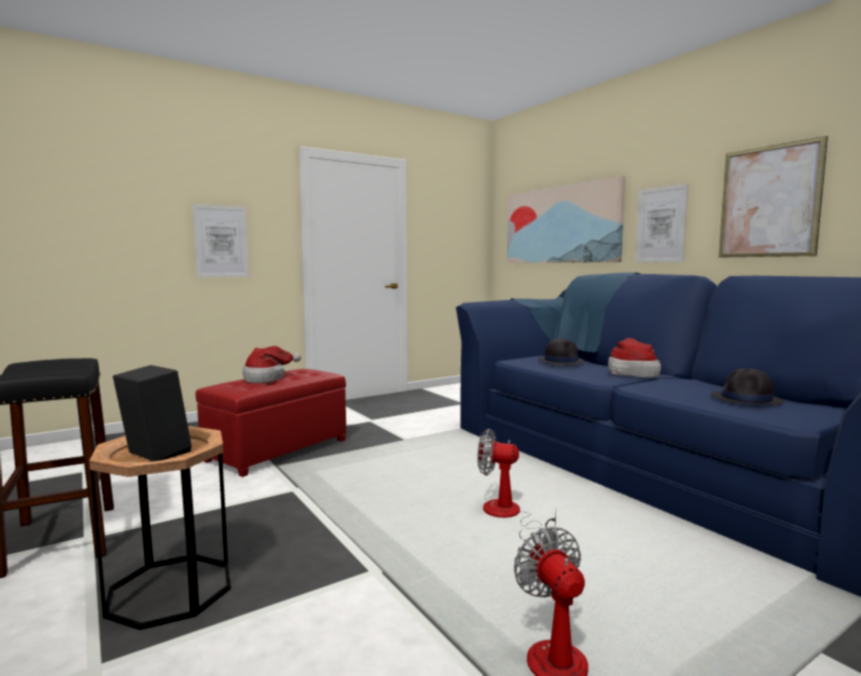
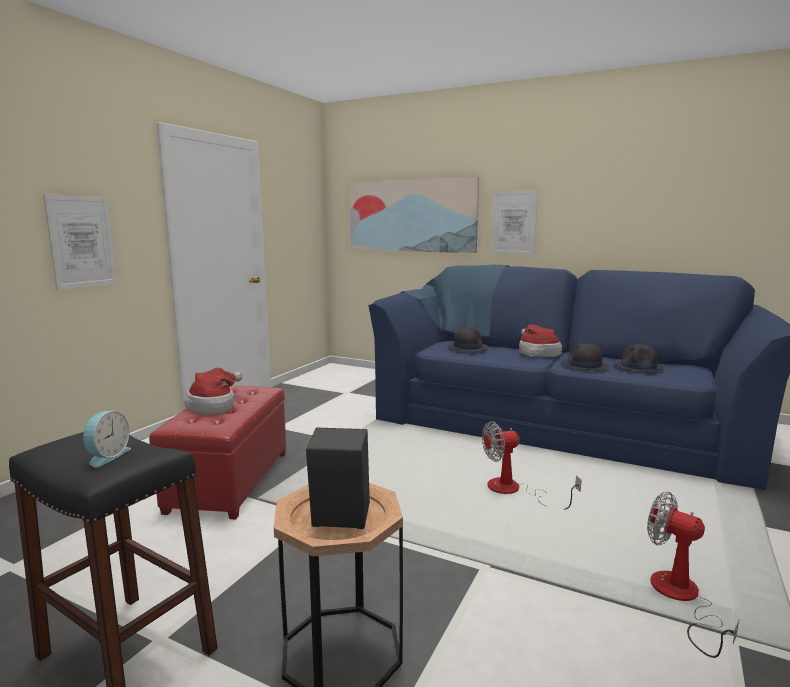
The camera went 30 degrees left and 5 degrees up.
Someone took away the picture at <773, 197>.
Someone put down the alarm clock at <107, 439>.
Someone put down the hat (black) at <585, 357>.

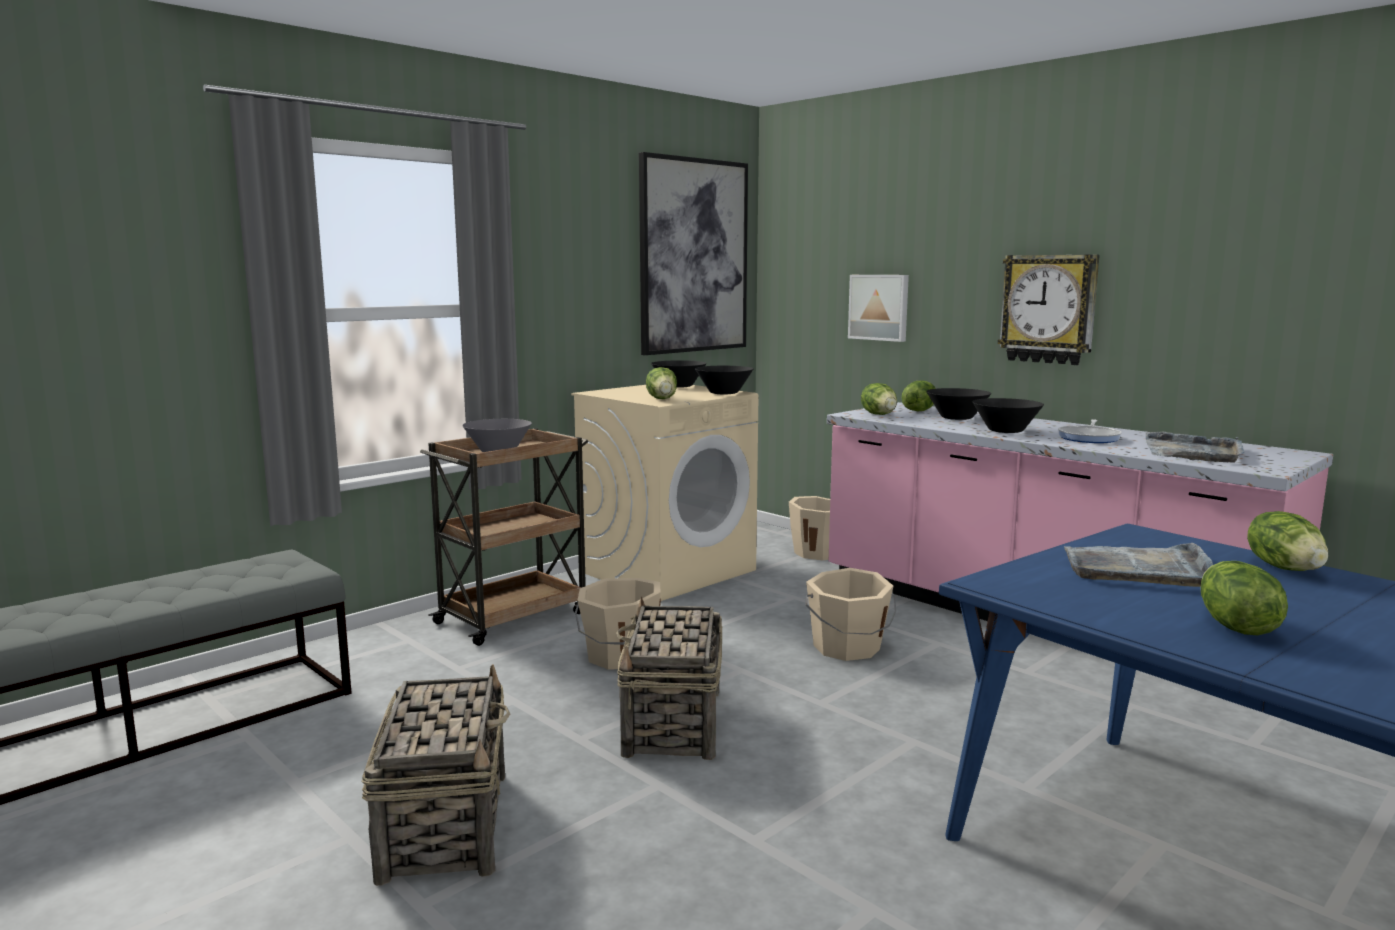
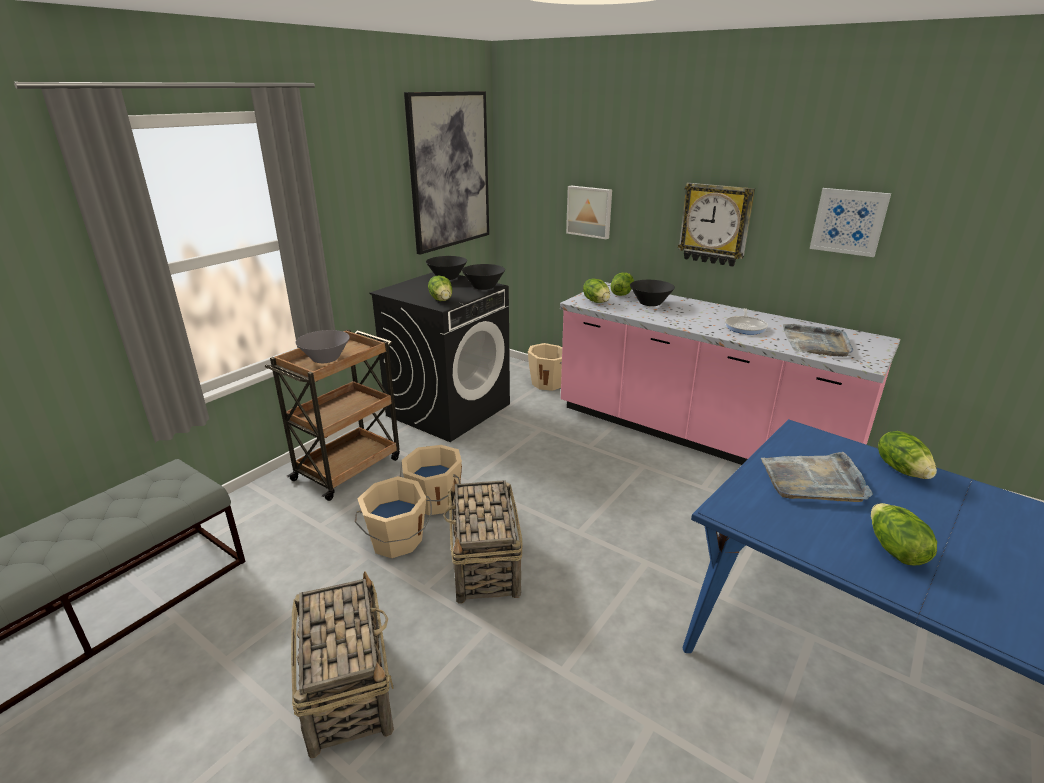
The camera went 10 degrees left and 15 degrees up.
Someone repainted the washing machine (beige) at <665, 493>, which became the washing machine (black) at <439, 357>.
Someone carried the bucket (beige) from <850, 614> to <393, 517>.
Someone took away the bowl (black) at <1008, 415>.
Someone put up the picture at <850, 222>.

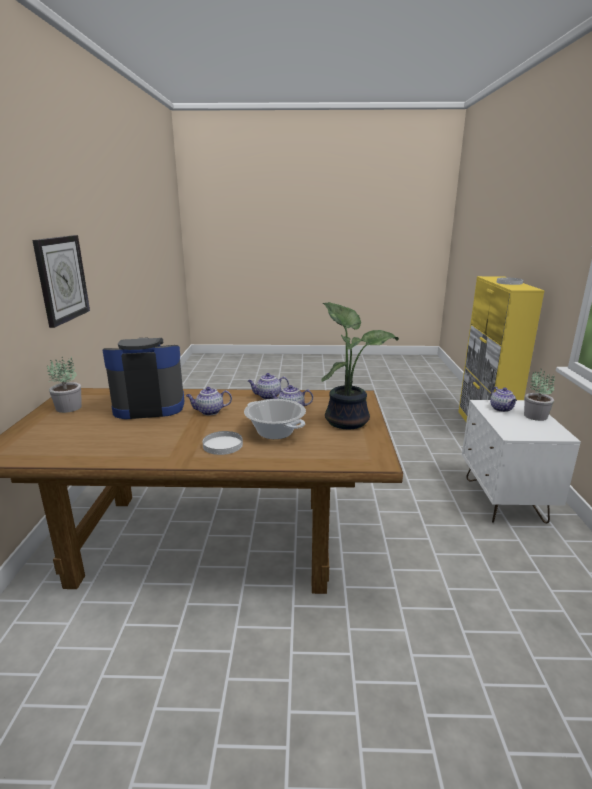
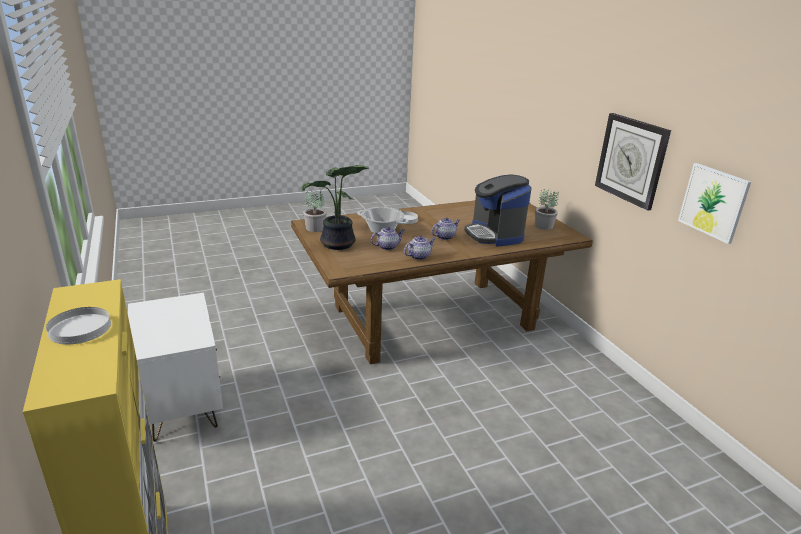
The camera went 155 degrees right and 5 degrees up.
Someone rotated the coffee machine at <143, 378> by 105 degrees clockwise.
Someone took away the teapot at <503, 399>.
Someone carried the potted plant from <539, 395> to <315, 210>.
Someone put up the picture at <714, 203>.

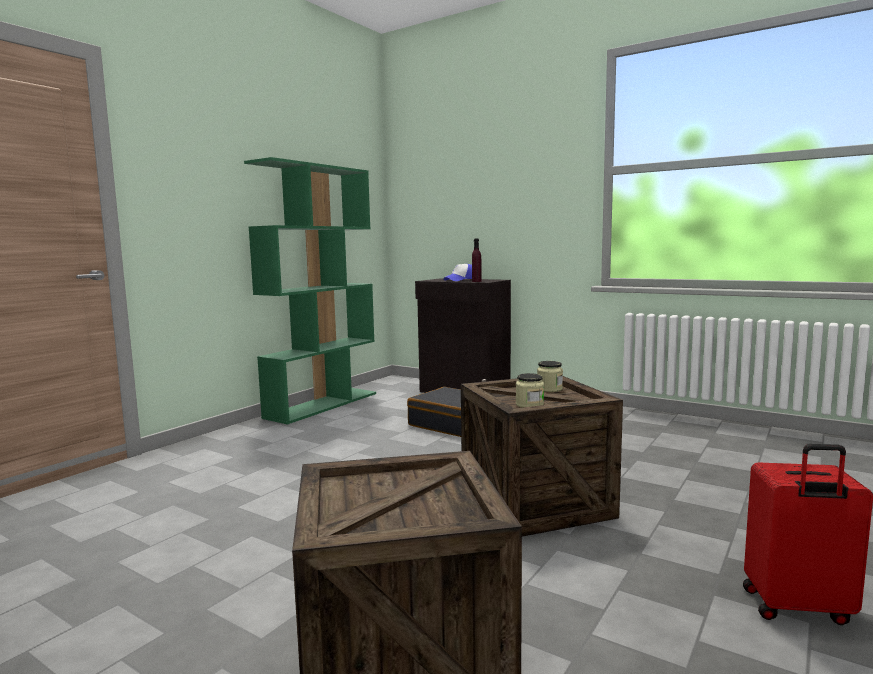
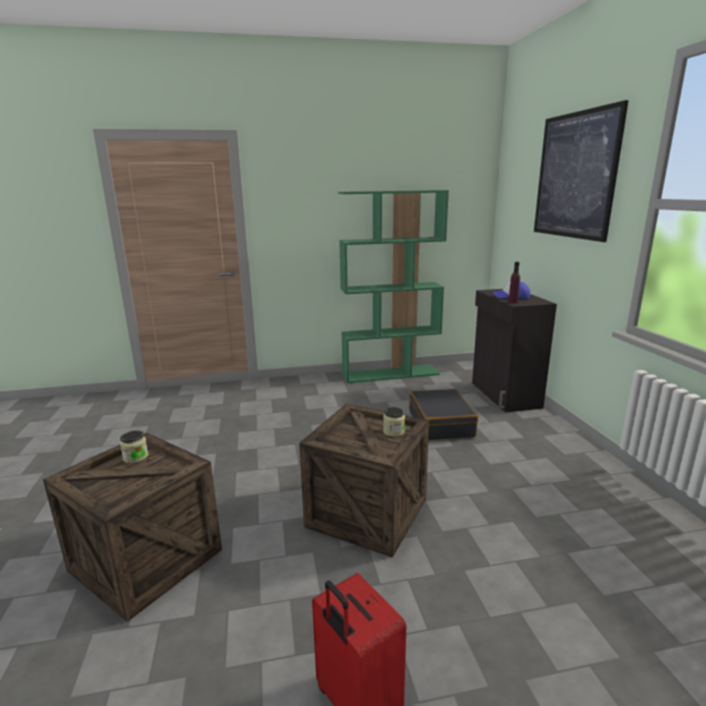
The camera went 45 degrees right and 10 degrees up.
Someone carried the jar from <530, 390> to <134, 446>.
Someone put up the picture at <581, 171>.

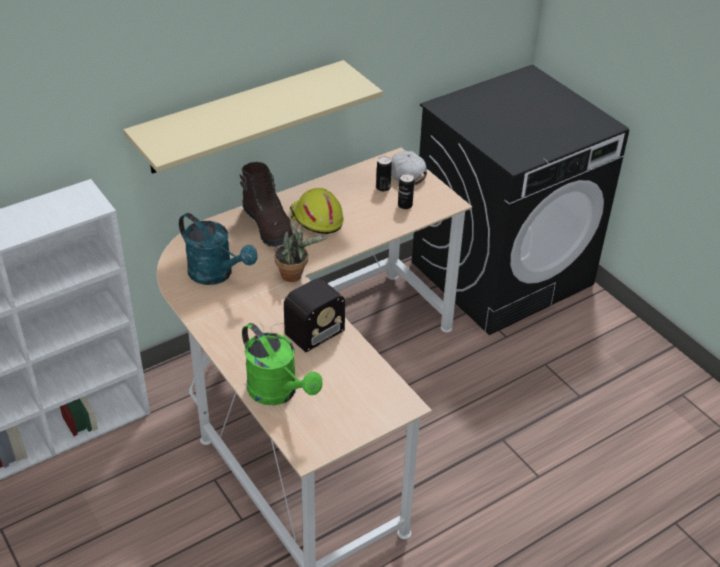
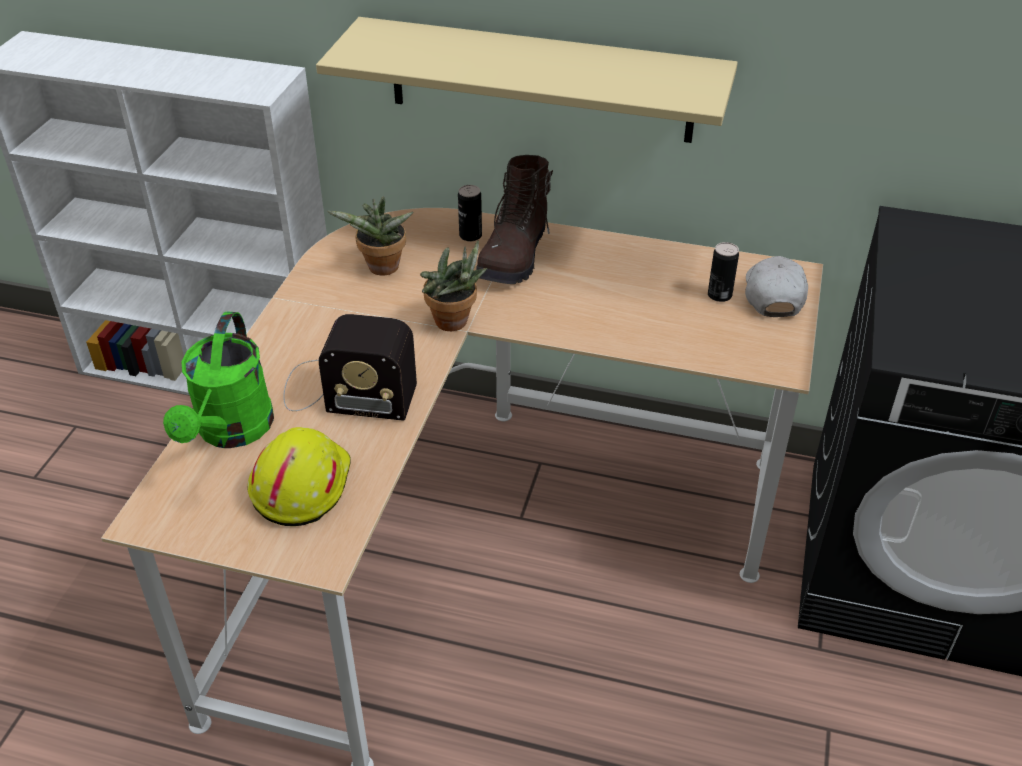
The camera went 50 degrees right and 0 degrees up.
Someone swapped the watering can (turquoise) at <218, 249> for the potted plant at <370, 236>.
Someone carried the hard hat (yellow) from <317, 211> to <299, 476>.
Someone carried the can from <406, 191> to <470, 213>.

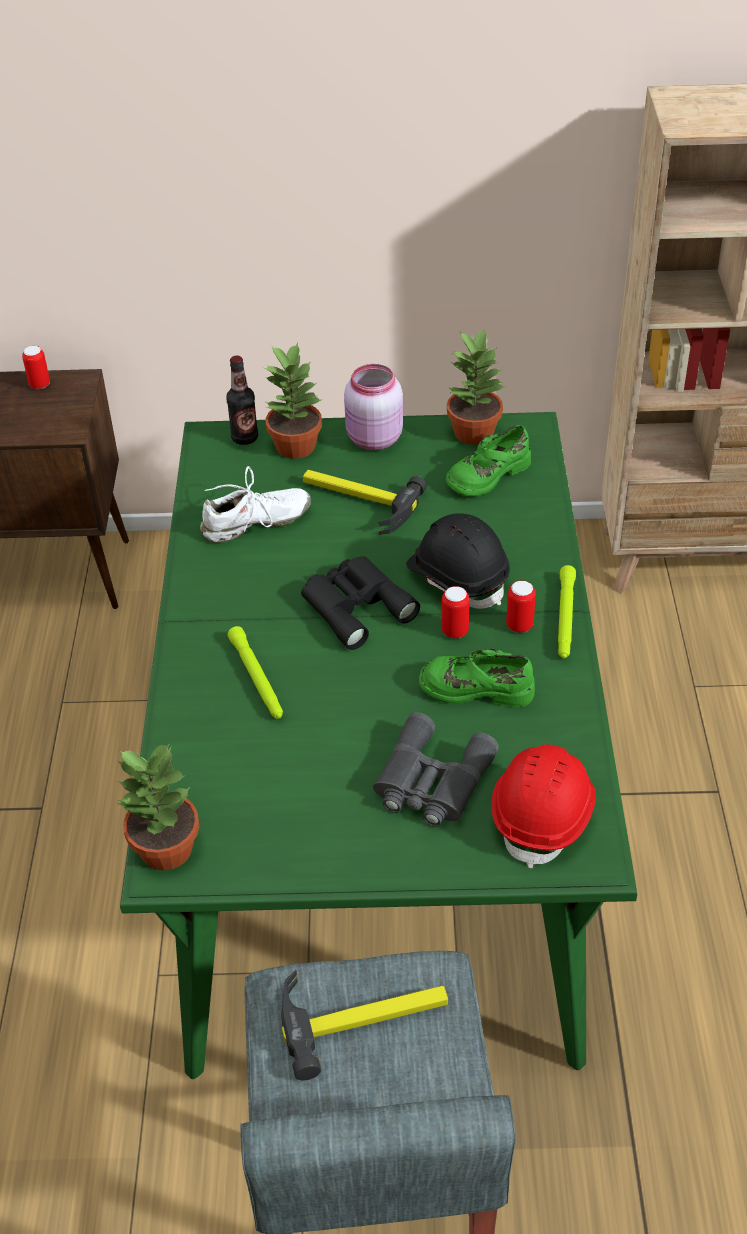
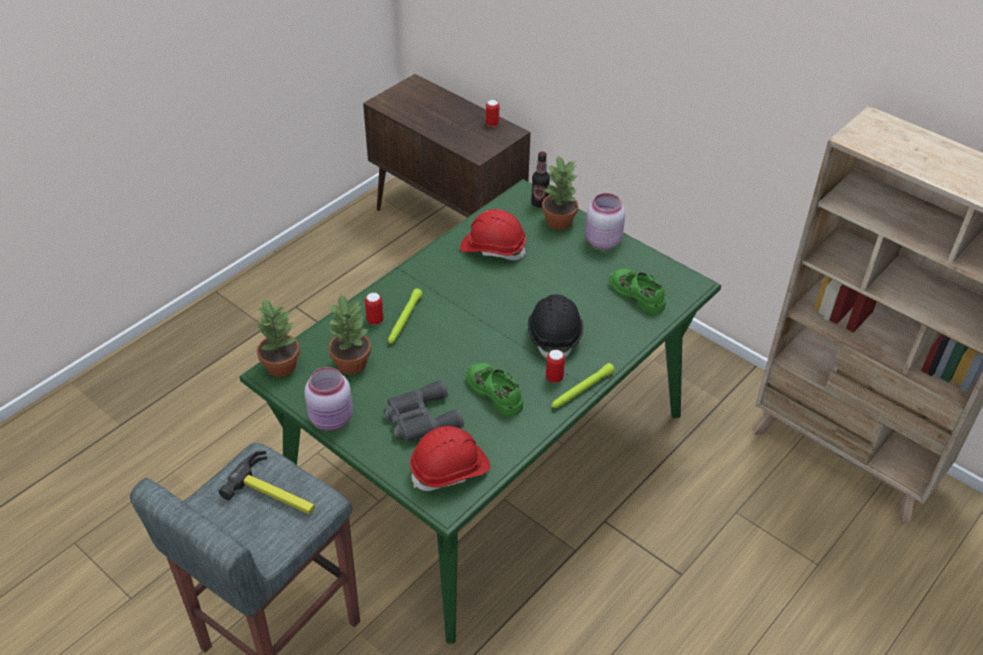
The camera went 40 degrees right and 0 degrees up.
Someone swapped the shoe (white) at <255, 504> for the hard hat (red) at <493, 234>.
Someone took away the binoculars (black) at <360, 603>.
Someone took away the hammer at <365, 502>.
Someone carried the can from <455, 612> to <374, 309>.
Someone rotated the shoe (green) at <488, 461> by 45 degrees clockwise.
Someone carried the potted plant from <476, 387> to <349, 335>.
Someone put down the jar (pink) at <328, 399>.

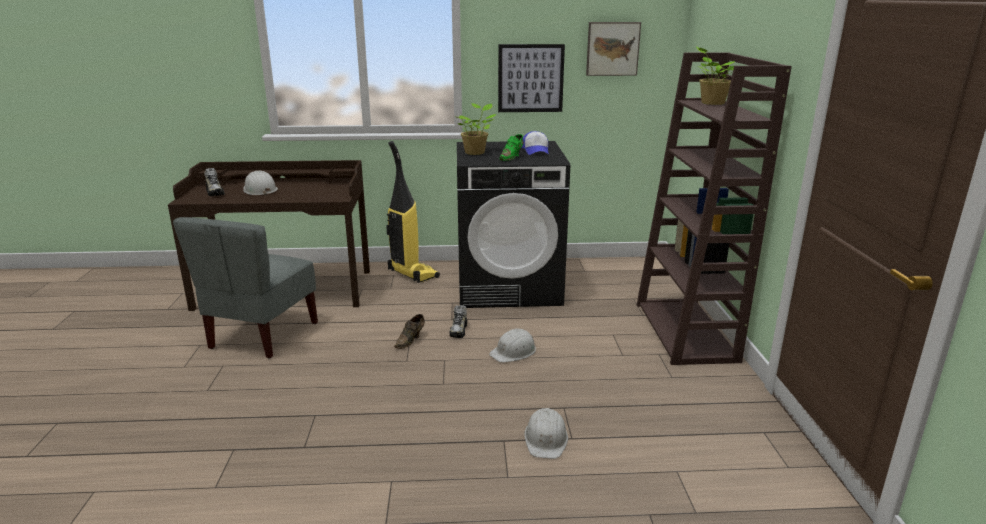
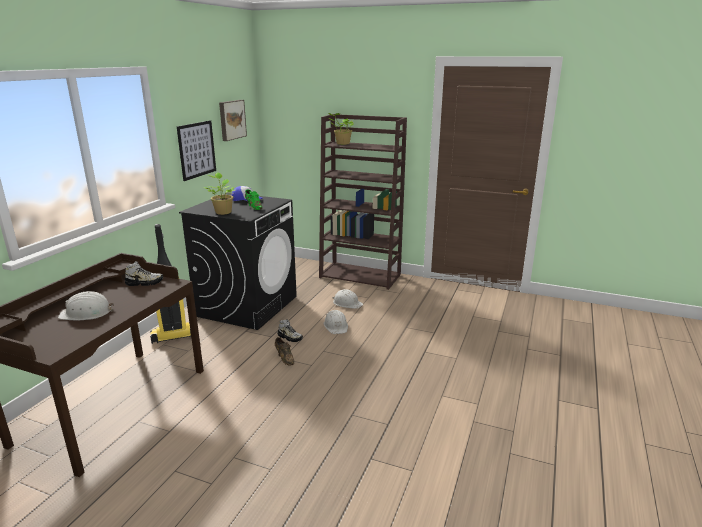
The camera went 65 degrees left and 0 degrees up.
Someone took away the chair (grey) at <245, 288>.
Someone carried the shoe from <214, 182> to <144, 273>.
Someone carried the hard hat (white) from <546, 433> to <347, 299>.

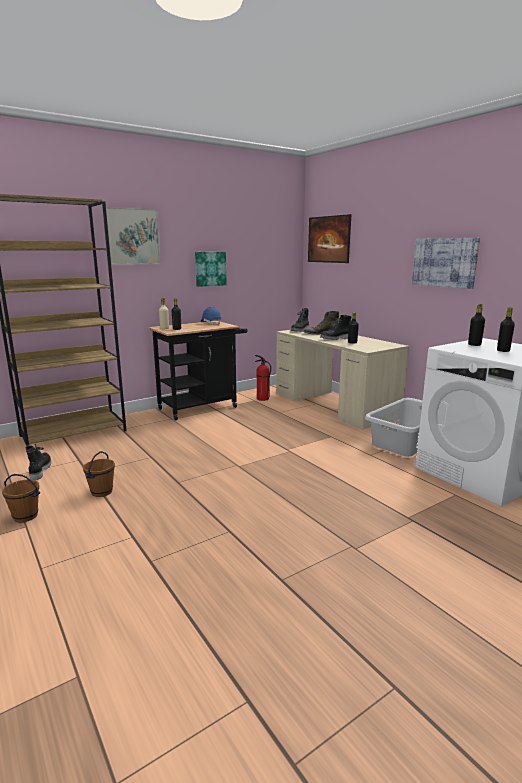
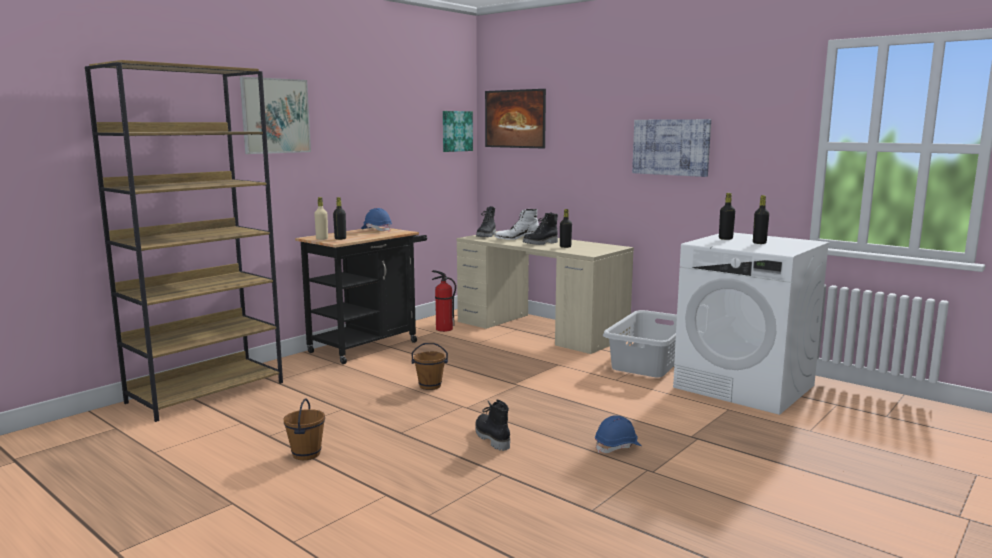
The camera went 15 degrees left and 5 degrees down.
Someone carried the bucket (brown) from <21, 498> to <429, 366>.
Someone carried the boot (black) from <38, 462> to <493, 425>.
Someone carried the picture from <211, 269> to <458, 131>.
Someone repainted the boot (green) at <321, 323>, which became the boot (white) at <517, 224>.
Someone put down the hard hat (blue) at <618, 434>.

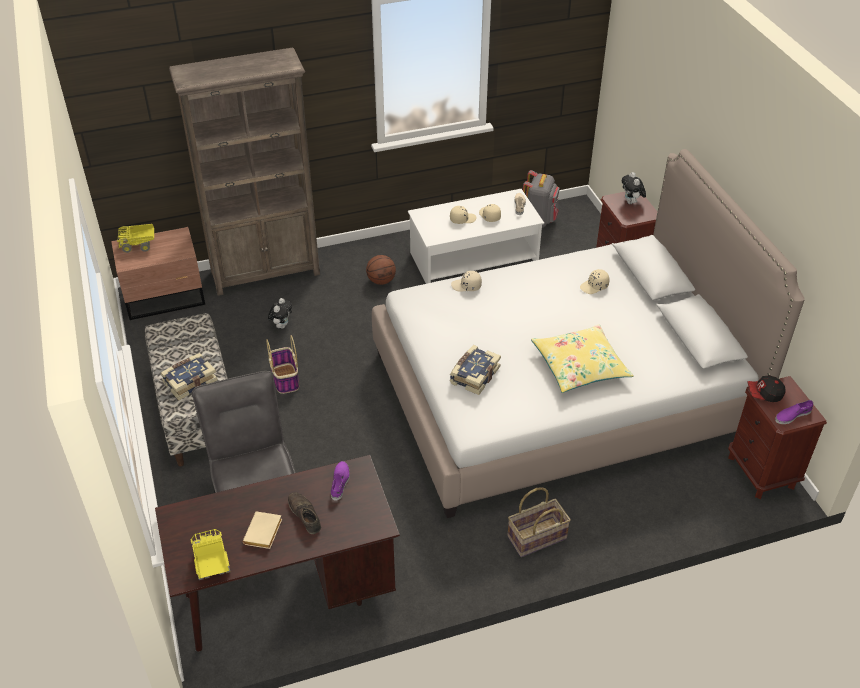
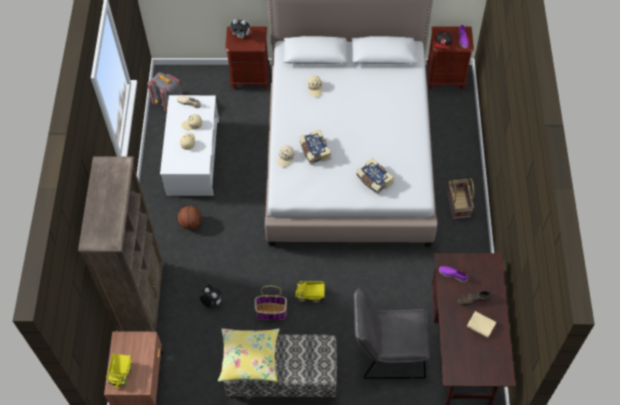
The camera went 70 degrees left and 15 degrees up.
Someone carried the book from <189, 377> to <315, 147>.
Someone carried the toy truck from <210, 554> to <309, 292>.
Someone carried the pillow (yellow) from <582, 358> to <248, 355>.

